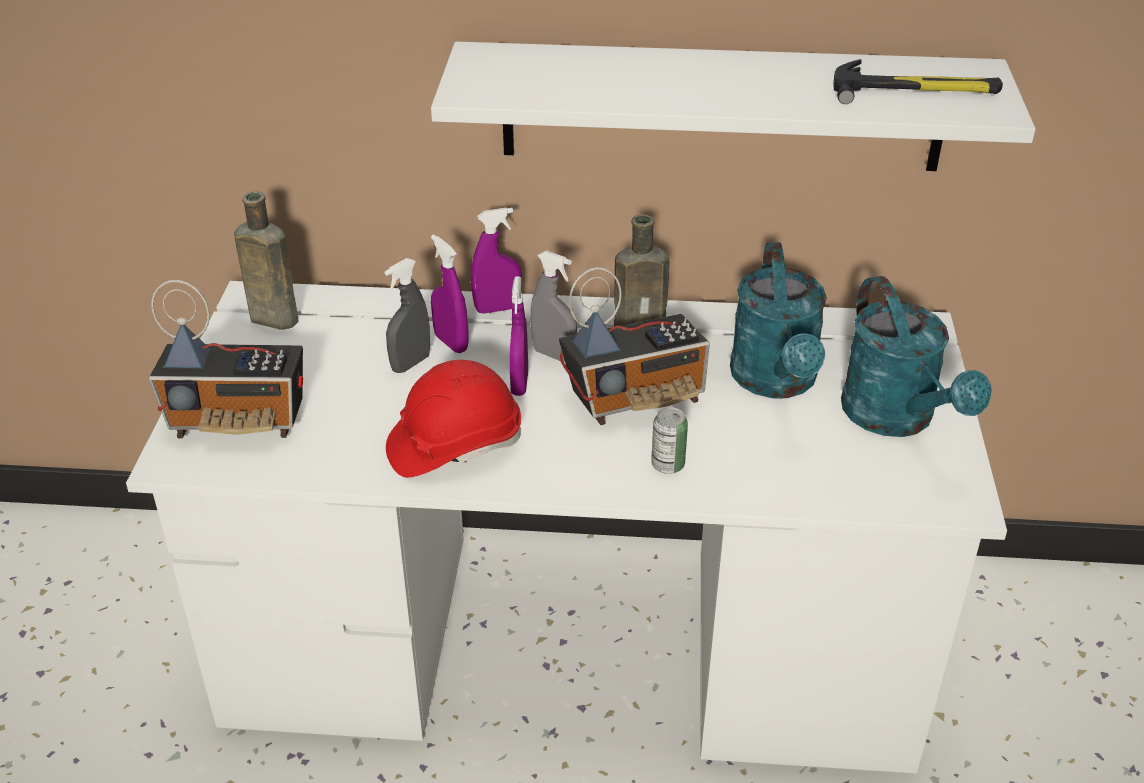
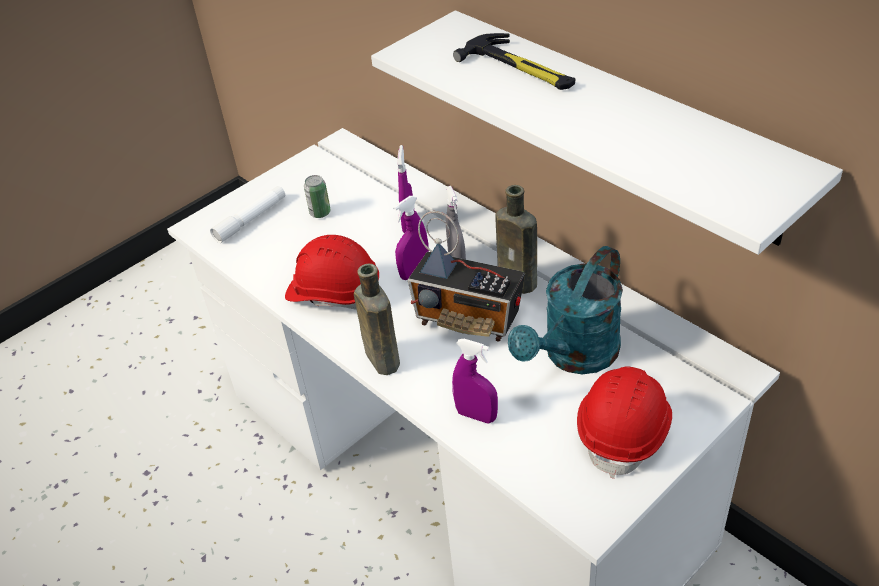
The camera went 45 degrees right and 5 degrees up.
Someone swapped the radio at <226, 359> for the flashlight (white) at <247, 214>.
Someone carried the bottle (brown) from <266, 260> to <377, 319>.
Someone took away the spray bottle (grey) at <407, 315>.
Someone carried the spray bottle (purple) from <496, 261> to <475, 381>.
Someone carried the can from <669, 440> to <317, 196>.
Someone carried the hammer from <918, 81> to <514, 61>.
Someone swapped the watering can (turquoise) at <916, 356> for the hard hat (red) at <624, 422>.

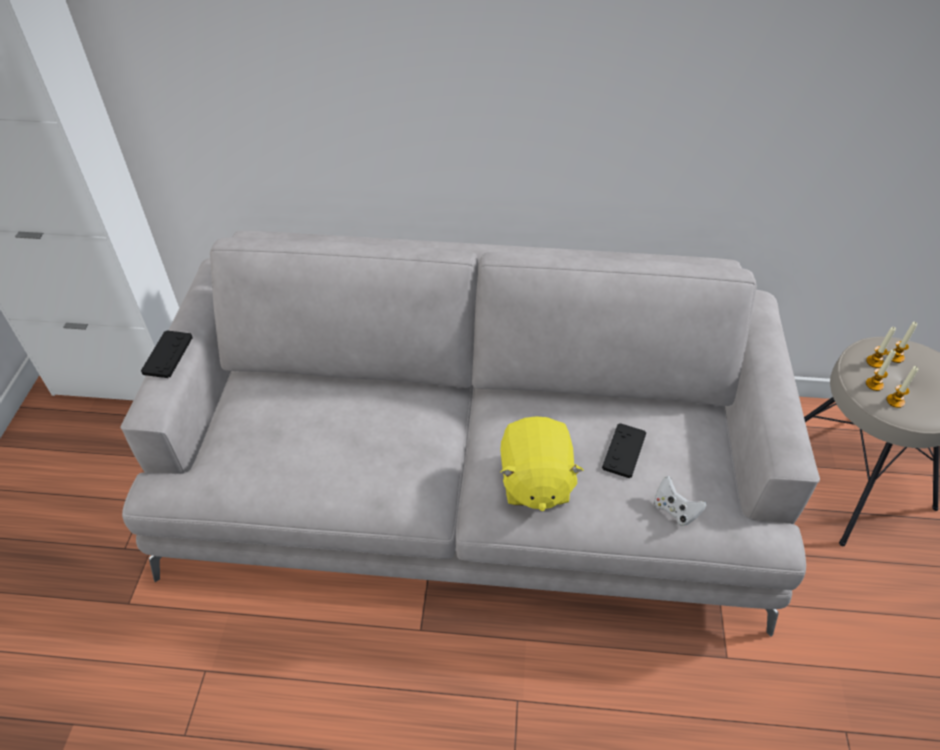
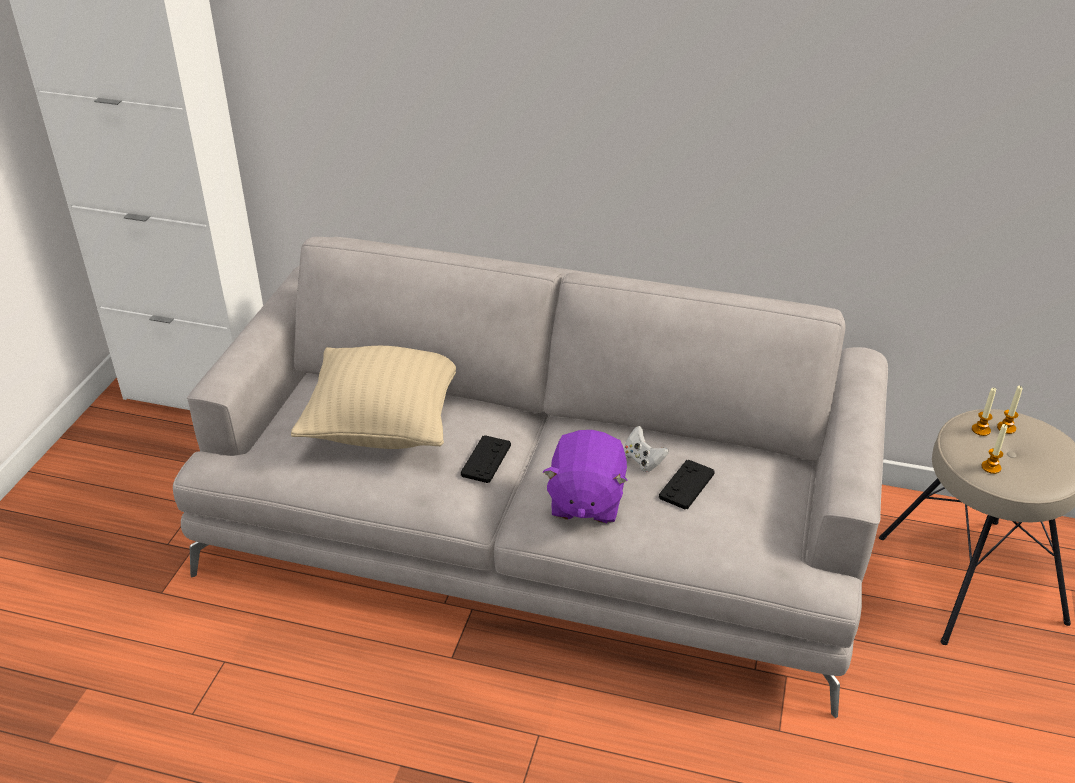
The camera went 10 degrees right and 10 degrees down.
Someone carried the game controller (black) from <167, 354> to <486, 459>.
Someone repainted the plush toy (yellow) at <541, 464>, which became the plush toy (purple) at <585, 476>.
Someone carried the game controller (white) from <680, 501> to <646, 449>.
Someone took away the candle at <881, 370>.
Someone put down the pillow (beige) at <373, 397>.

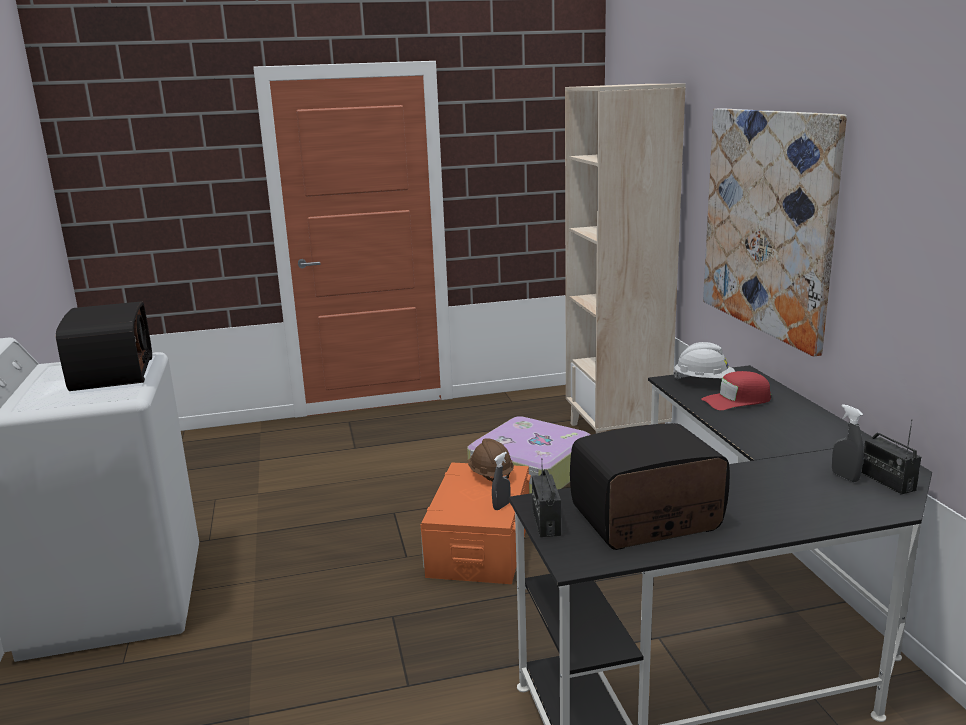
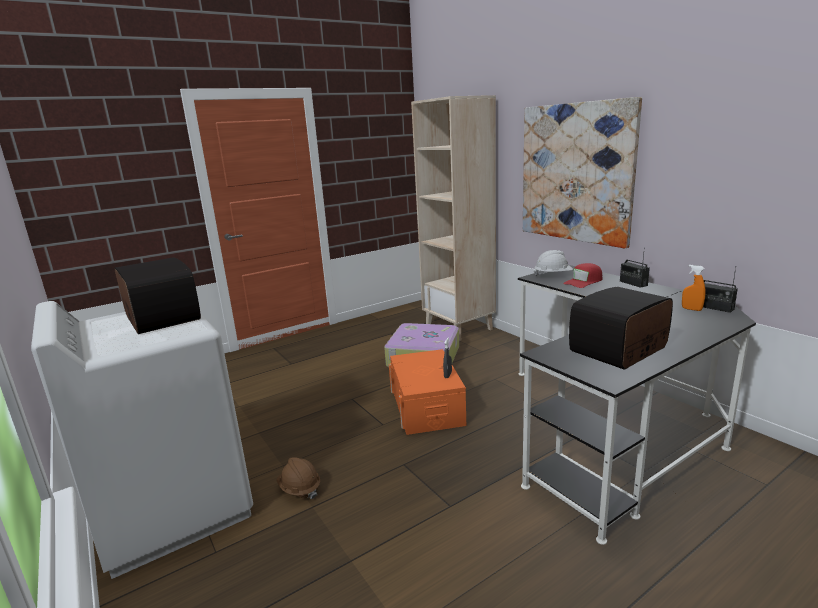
The camera went 20 degrees left and 0 degrees up.
Someone carried the hard hat (brown) from <490, 460> to <298, 478>.
Someone carried the radio from <546, 497> to <635, 270>.
Someone repainted the spray bottle (grey) at <848, 443>, which became the spray bottle (orange) at <694, 288>.

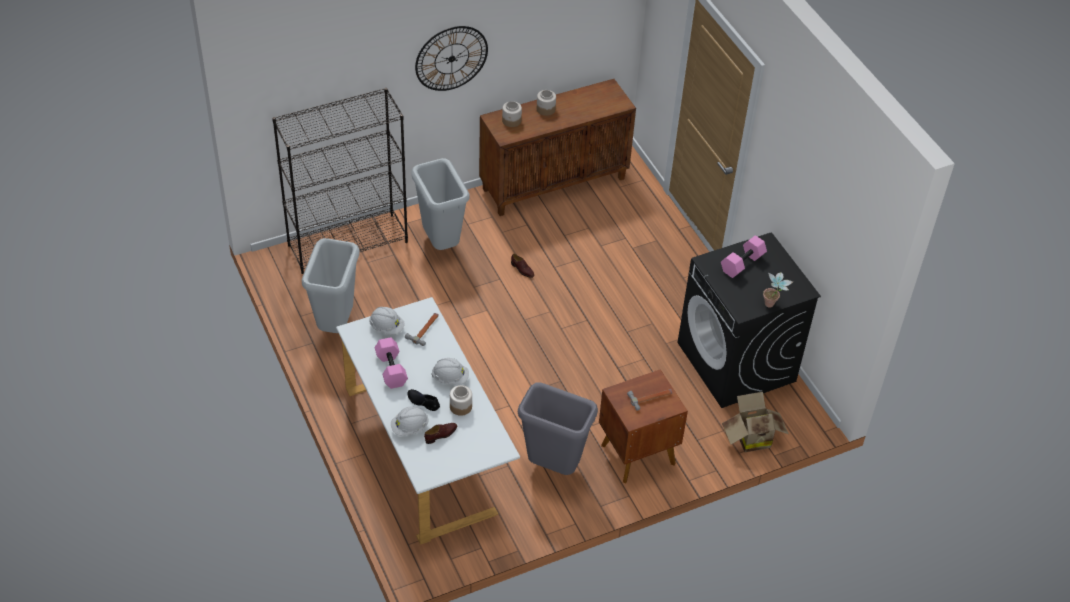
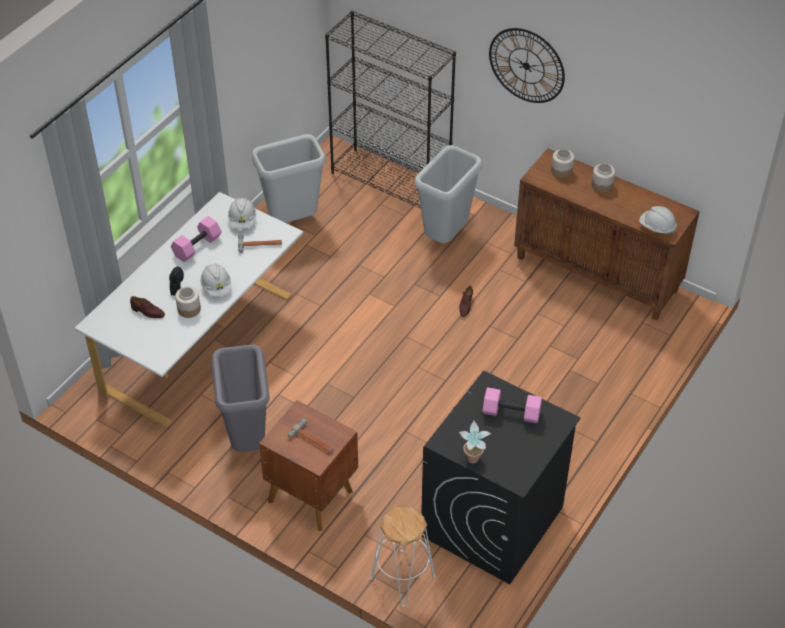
The camera went 60 degrees right and 0 degrees up.
Someone carried the hard hat (white) from <410, 421> to <658, 220>.
Someone swapped the cardboard box at <755, 422> for the stool (white) at <403, 556>.

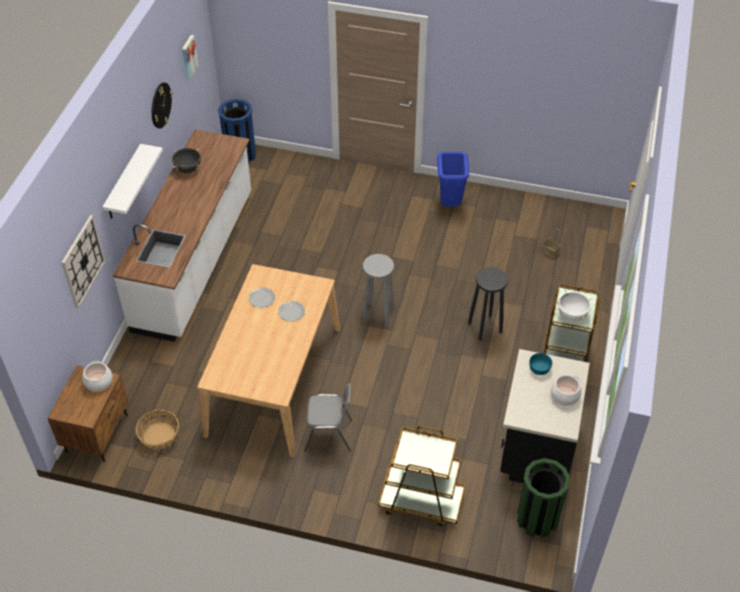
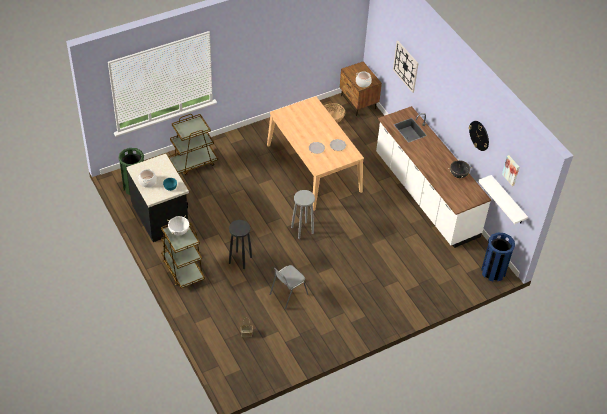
The camera went 135 degrees right and 0 degrees up.
Someone carried the shelf (white) from <132, 181> to <503, 199>.
Someone carried the chair (grey) from <328, 418> to <289, 287>.
Someone took away the trash can (blue) at <453, 179>.

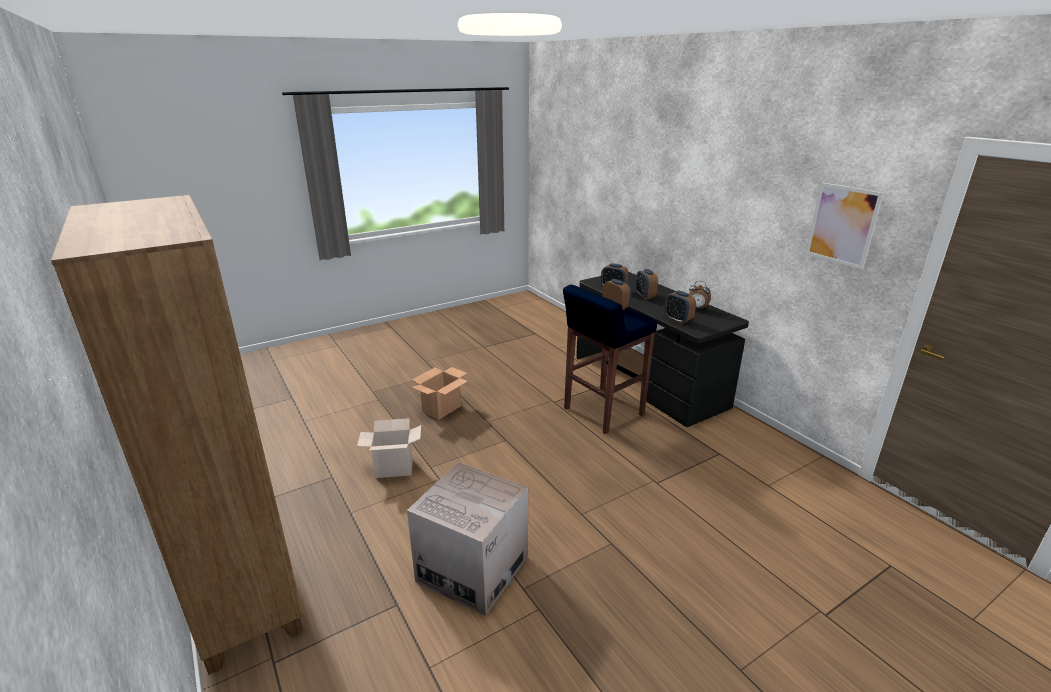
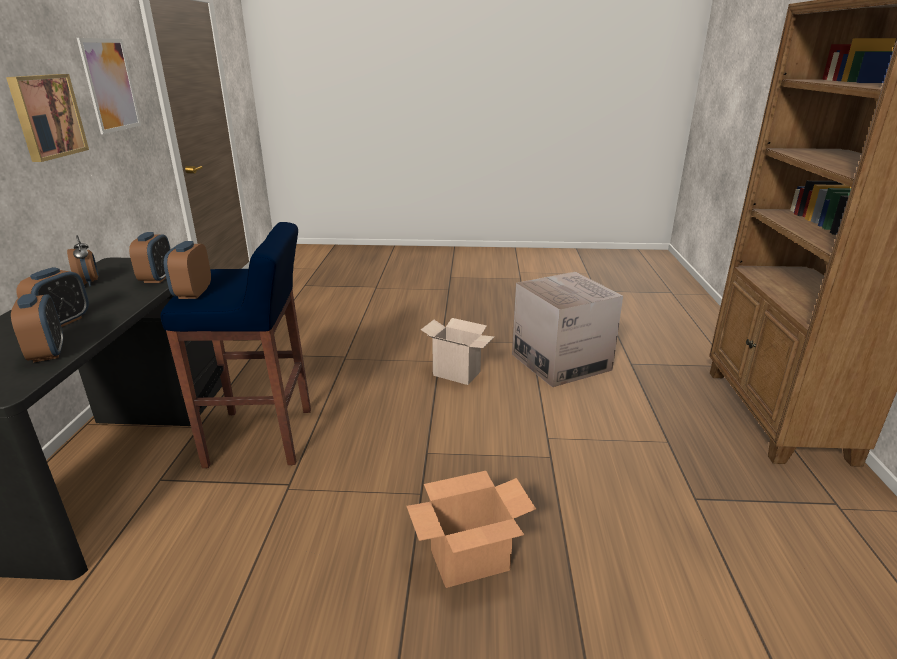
The camera went 145 degrees left and 0 degrees up.
Someone carried the cardboard box from <389, 448> to <458, 351>.
Someone put up the picture at <47, 118>.

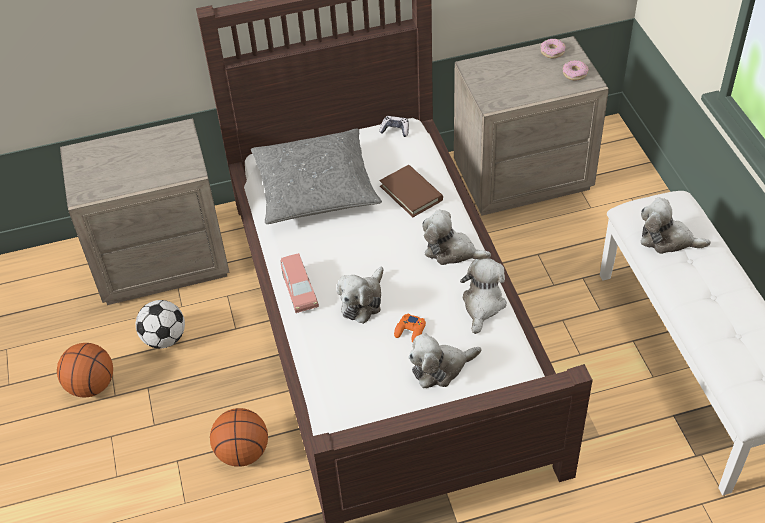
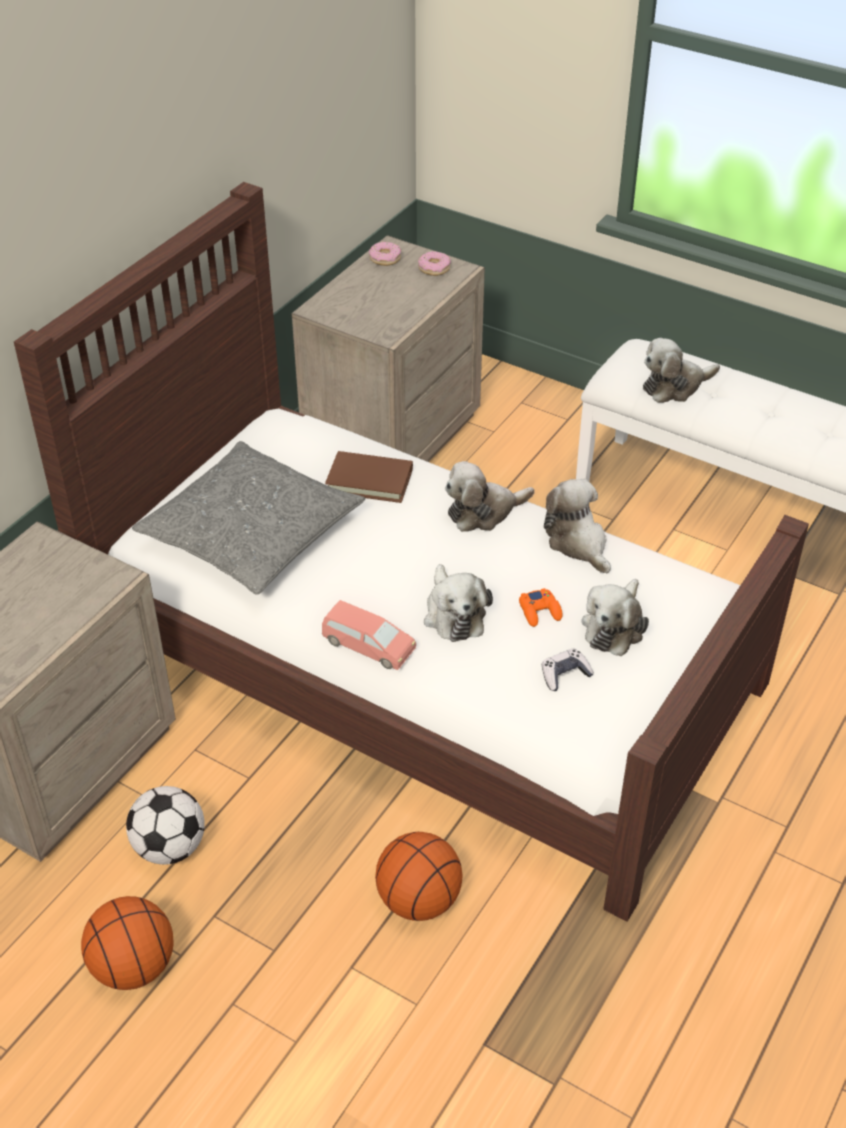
The camera went 45 degrees left and 5 degrees down.
Someone carried the game controller from <394, 126> to <568, 669>.

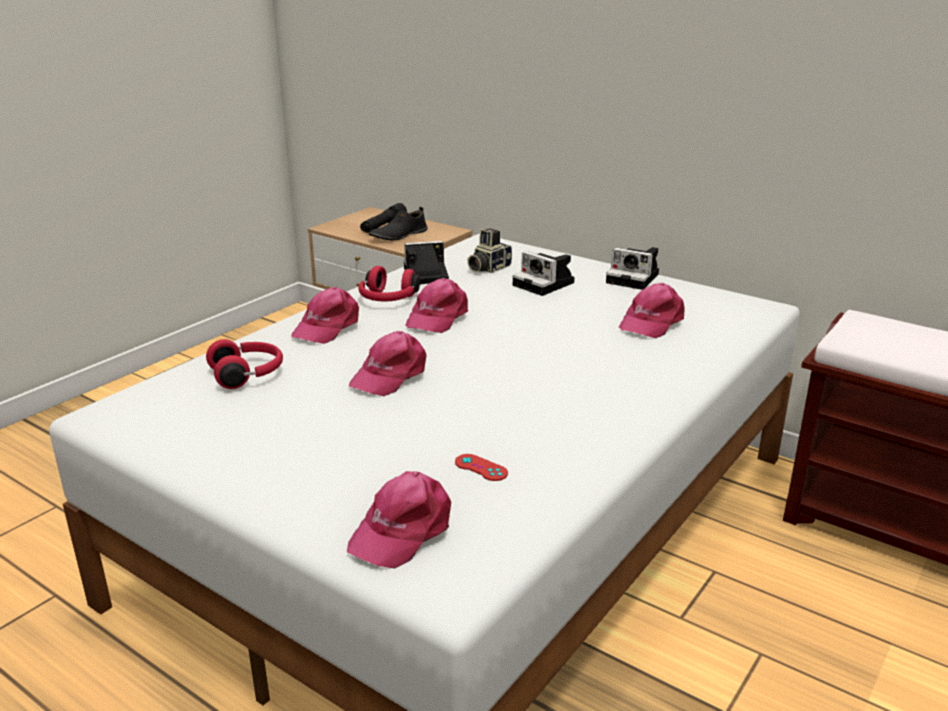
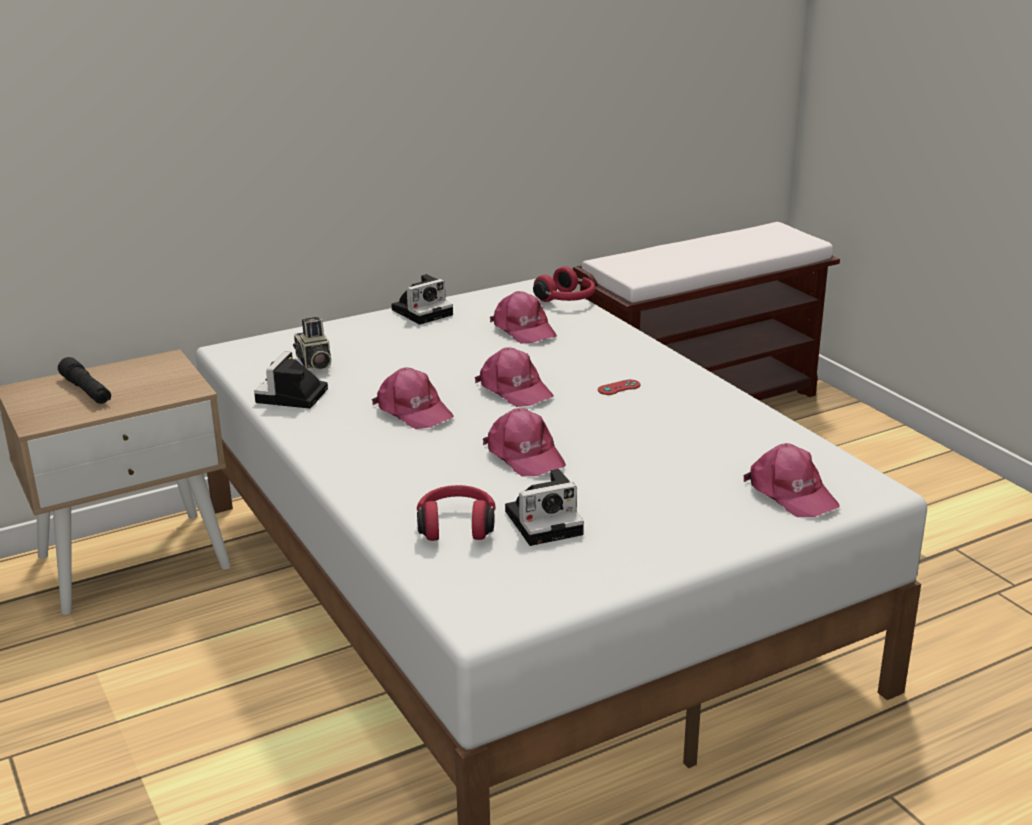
The camera went 65 degrees left and 0 degrees up.
Someone carried the cap (pink) from <325, 315> to <514, 377>.
Someone carried the headphones (red) from <389, 284> to <564, 284>.
Someone took away the shoe (black) at <398, 223>.
Someone carried the game controller (red) from <481, 467> to <619, 387>.
Someone carried the photo camera from <544, 273> to <544, 507>.

